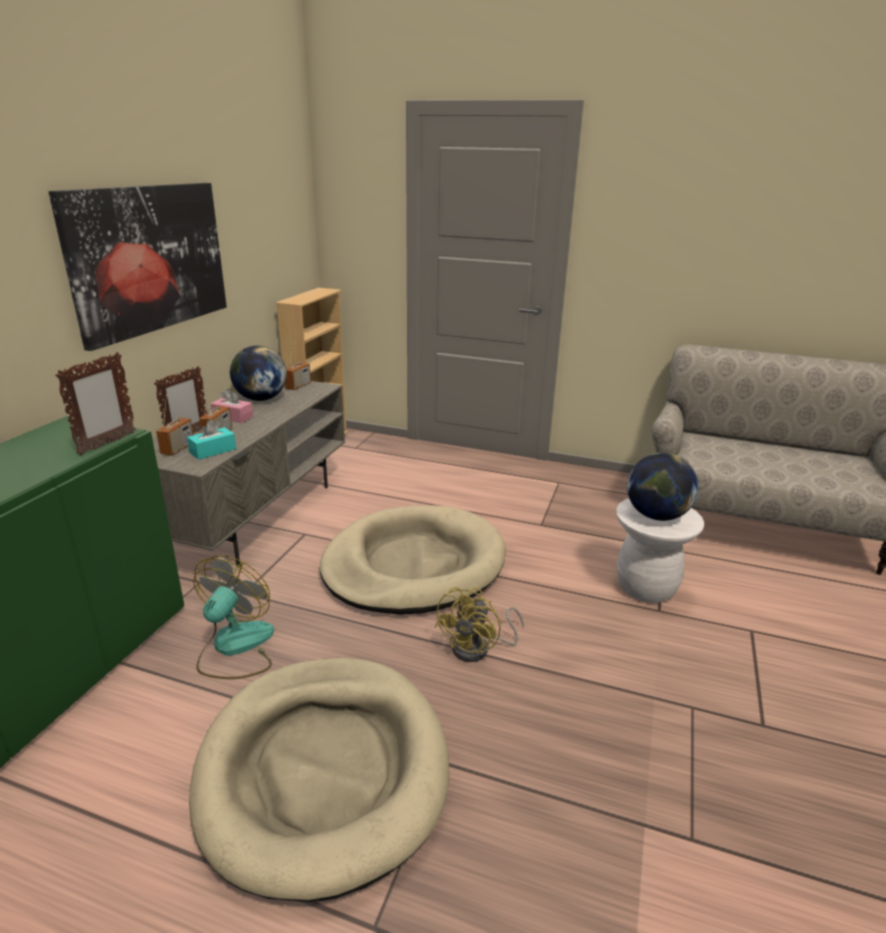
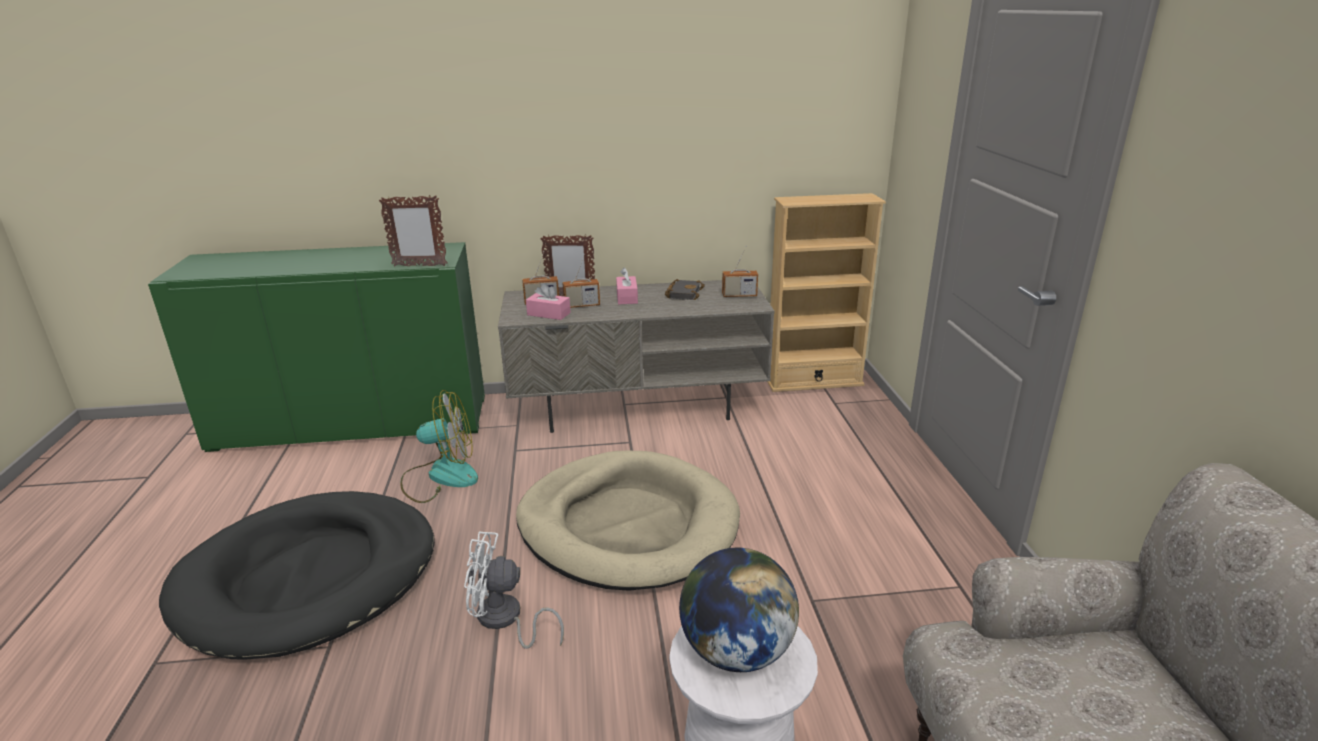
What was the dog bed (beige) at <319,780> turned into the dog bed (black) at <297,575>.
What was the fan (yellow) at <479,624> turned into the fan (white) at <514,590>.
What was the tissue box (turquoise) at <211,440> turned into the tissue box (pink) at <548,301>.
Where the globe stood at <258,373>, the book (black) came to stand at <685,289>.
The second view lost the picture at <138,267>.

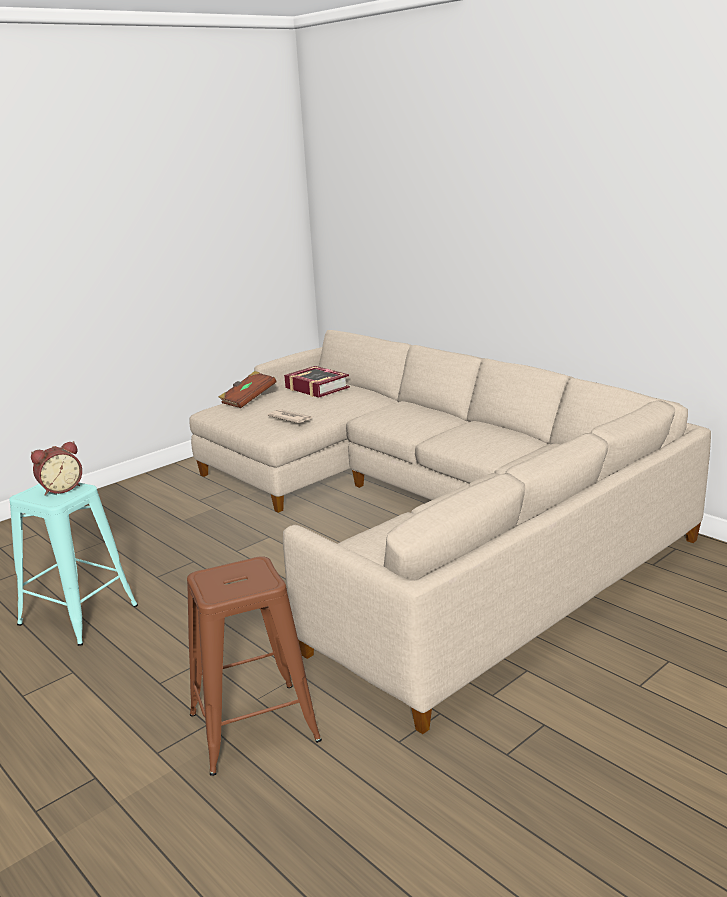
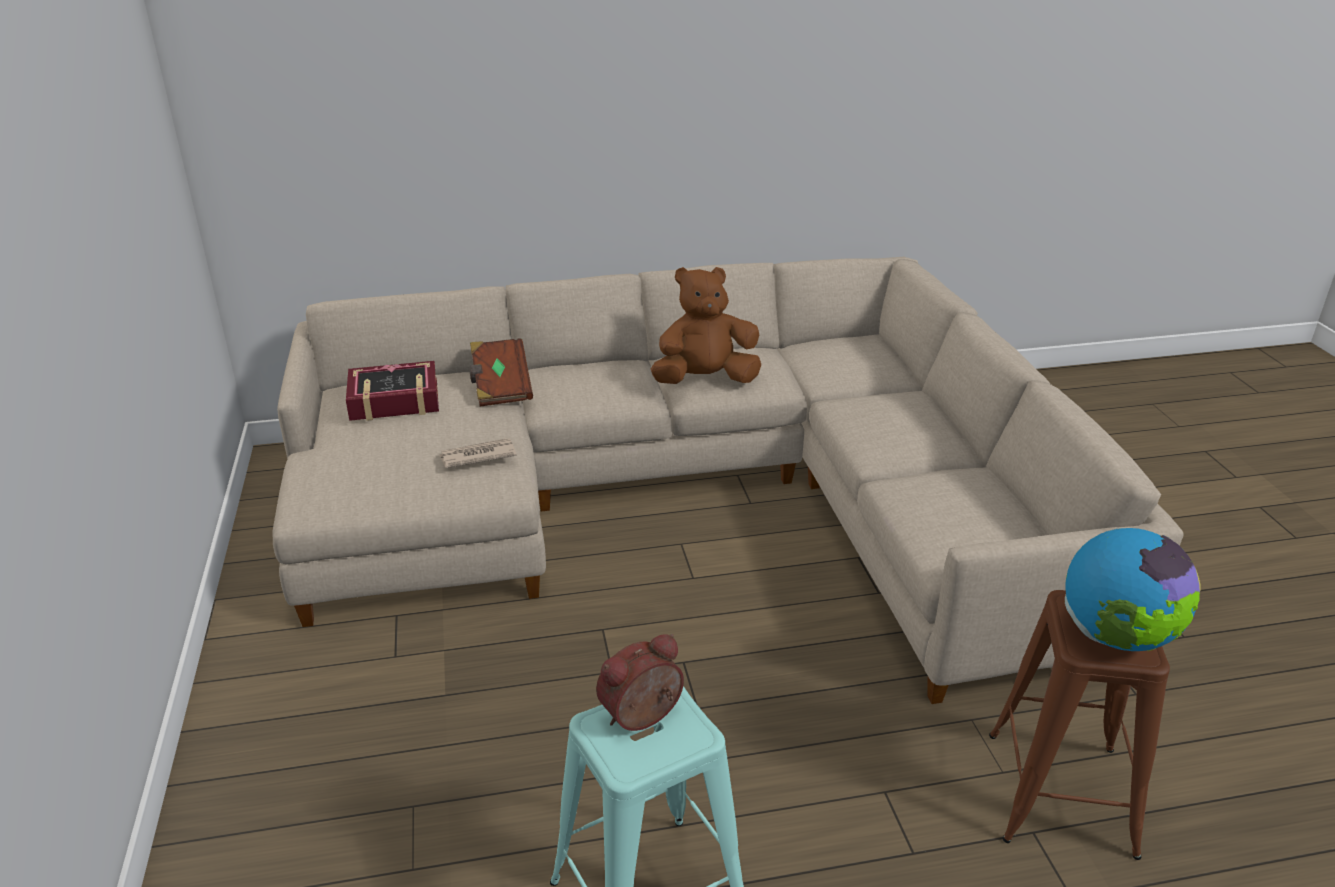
The book (brown) ended up elsewhere, having gone from <248,389> to <501,372>.
The alarm clock at <56,468> ended up facing another way, 120 degrees counterclockwise from before.
The second view gained the plush toy (brown) at <706,325>.
The second view gained the globe at <1132,589>.

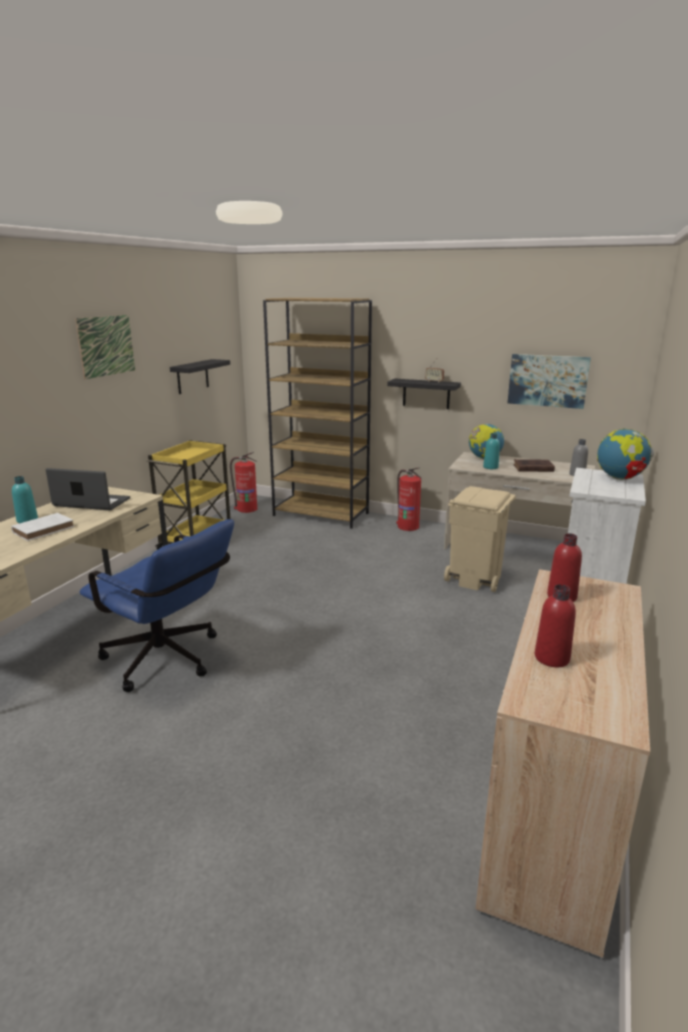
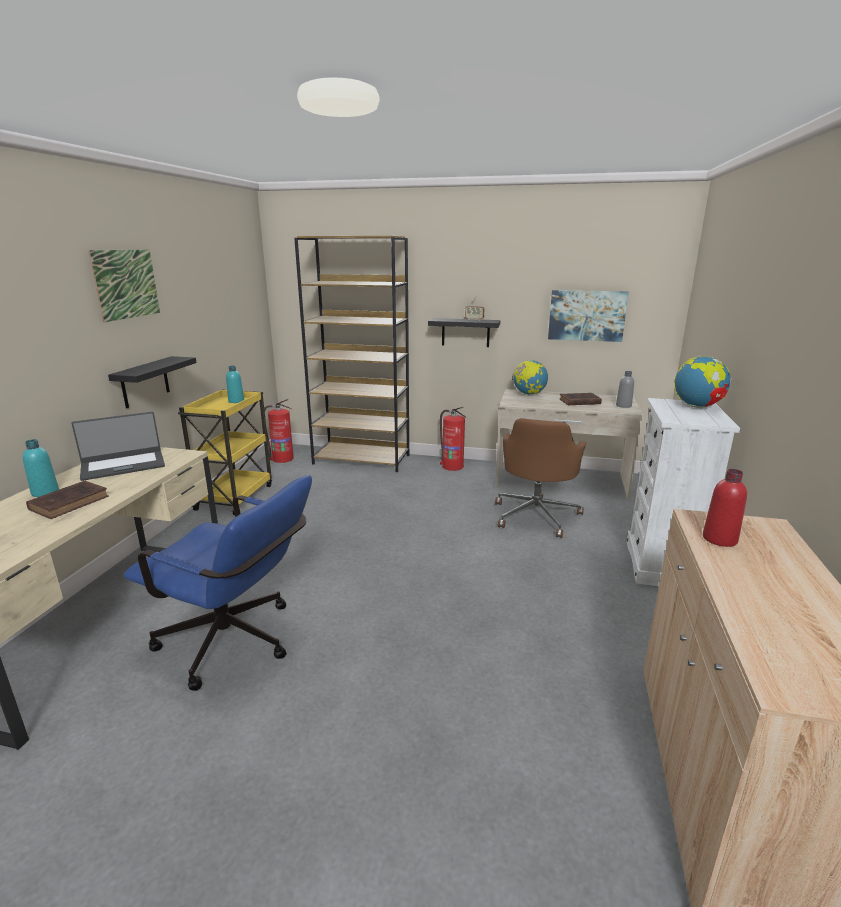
What was the book (white) at <42,527> turned into the book (brown) at <67,500>.
The laptop at <88,489> ended up facing another way, 150 degrees clockwise from before.
The shelf (black) ended up elsewhere, having gone from <200,376> to <152,382>.
The bottle (turquoise) ended up elsewhere, having gone from <491,451> to <235,384>.
Where the trash can (beige) stood at <480,539>, the office chair (brown) came to stand at <540,478>.
The second view lost the bottle (red) at <555,625>.

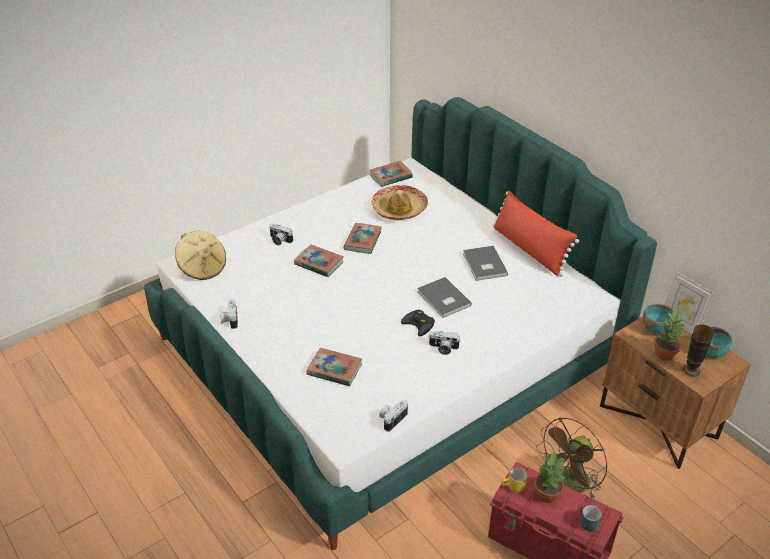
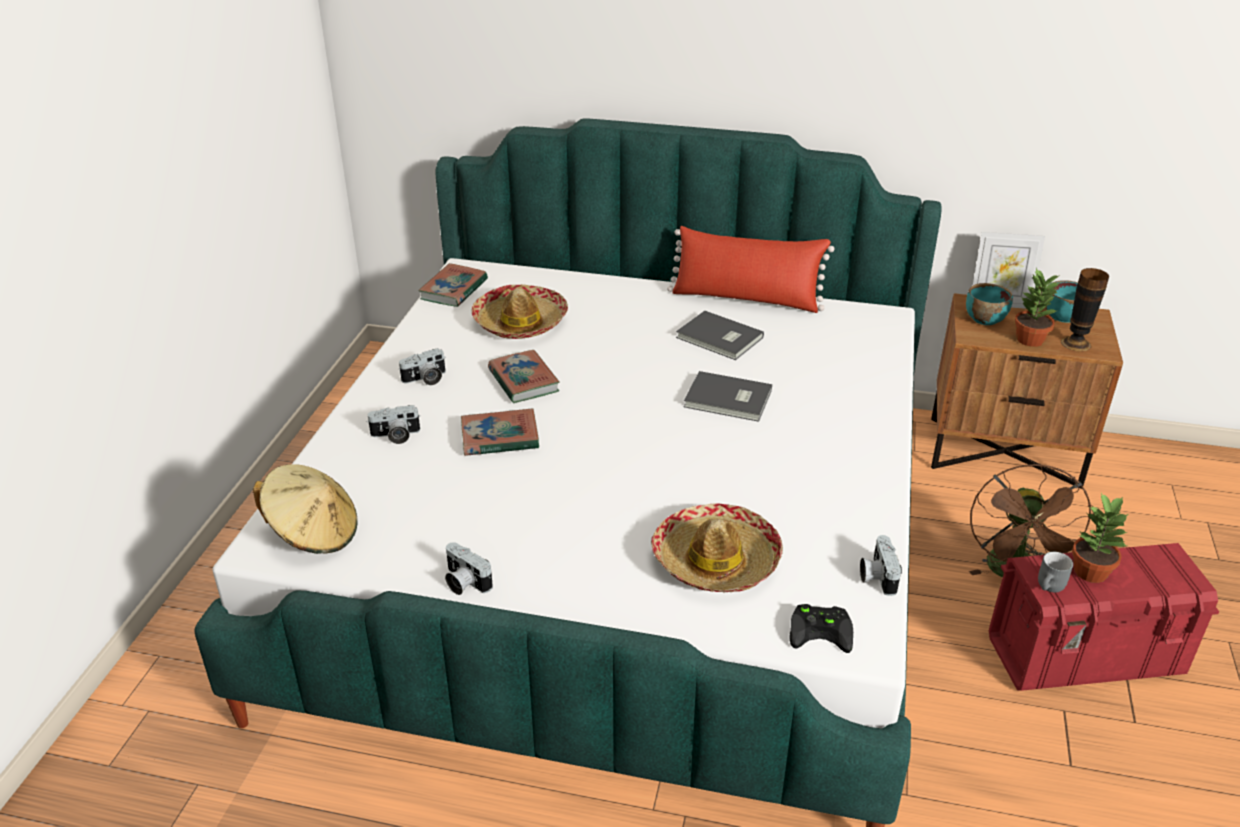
The photo camera ended up elsewhere, having gone from <445,343> to <422,366>.
Where the book stood at <334,367>, the hat came to stand at <717,547>.
The game controller (black) ended up elsewhere, having gone from <418,323> to <821,628>.
What was the mug (yellow) at <514,480> turned into the mug (grey) at <1055,572>.
The second view lost the mug (turquoise) at <591,518>.

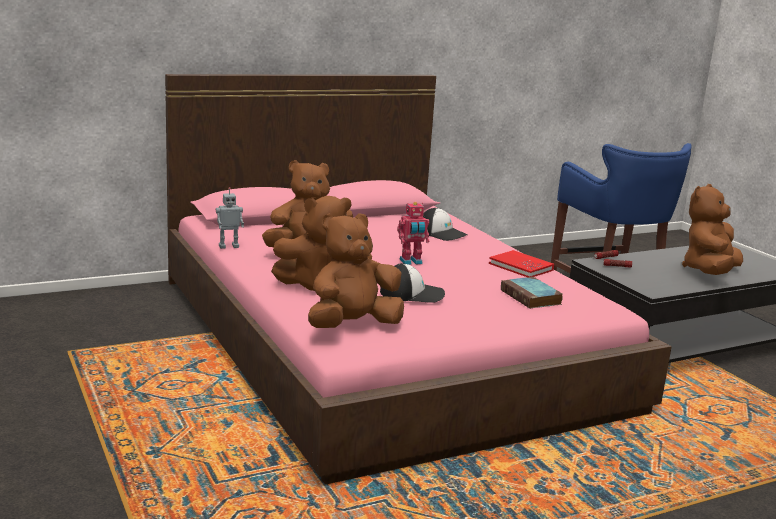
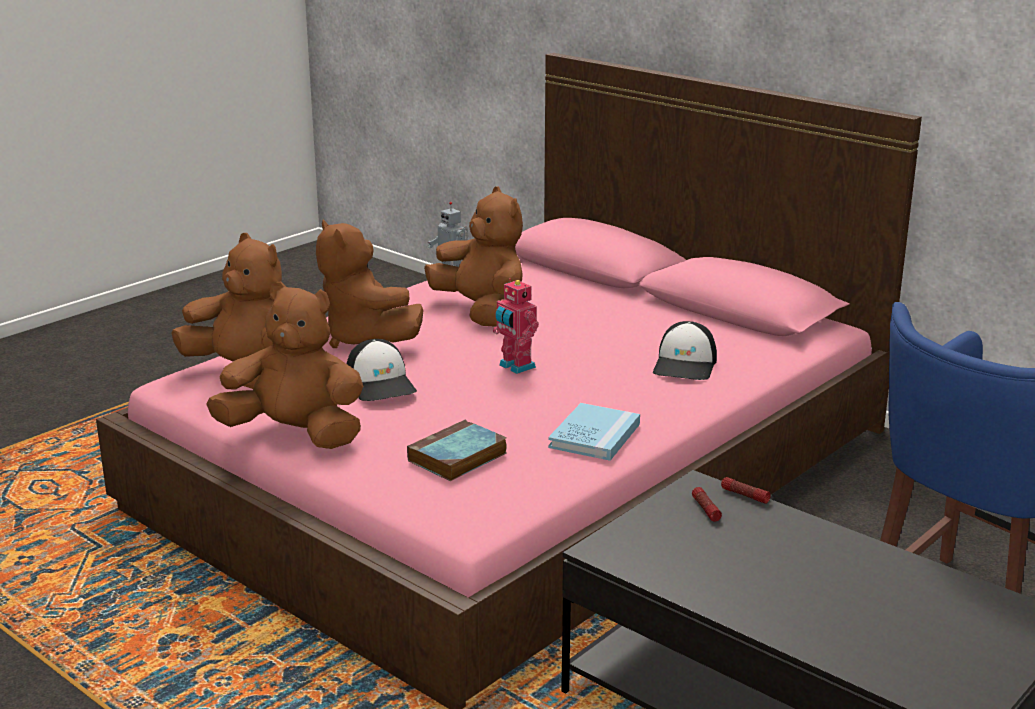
The plush toy (brown) ended up elsewhere, having gone from <712,229> to <284,365>.
What was the book (red) at <521,263> turned into the book (blue) at <594,432>.

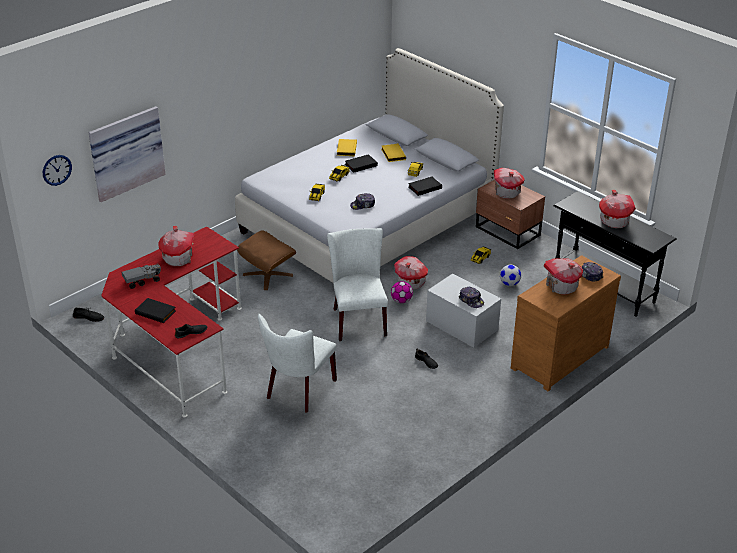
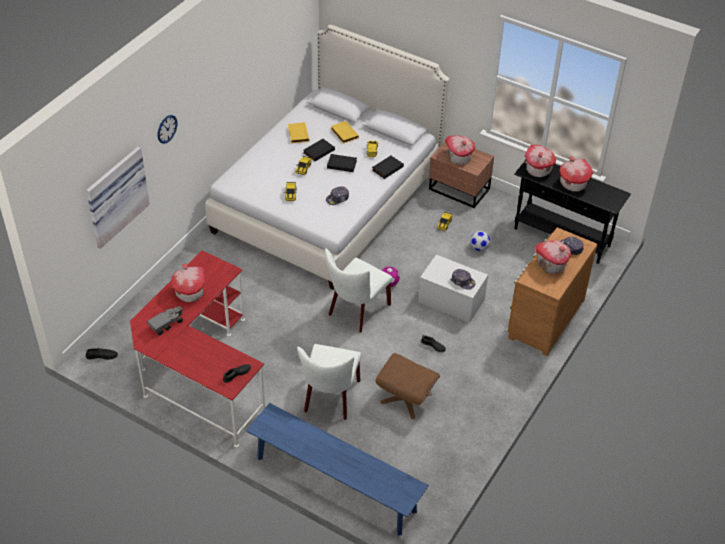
The wall clock ended up elsewhere, having gone from <57,170> to <167,129>.
The second view gained the bench (blue) at <337,469>.
The chair (white) at <357,284> ended up facing another way, 120 degrees counterclockwise from before.
The book (black) ended up elsewhere, having gone from <155,310> to <342,163>.
The ottoman (brown) ended up elsewhere, having gone from <266,260> to <407,386>.
The toy house ended up elsewhere, having gone from <411,273> to <540,161>.

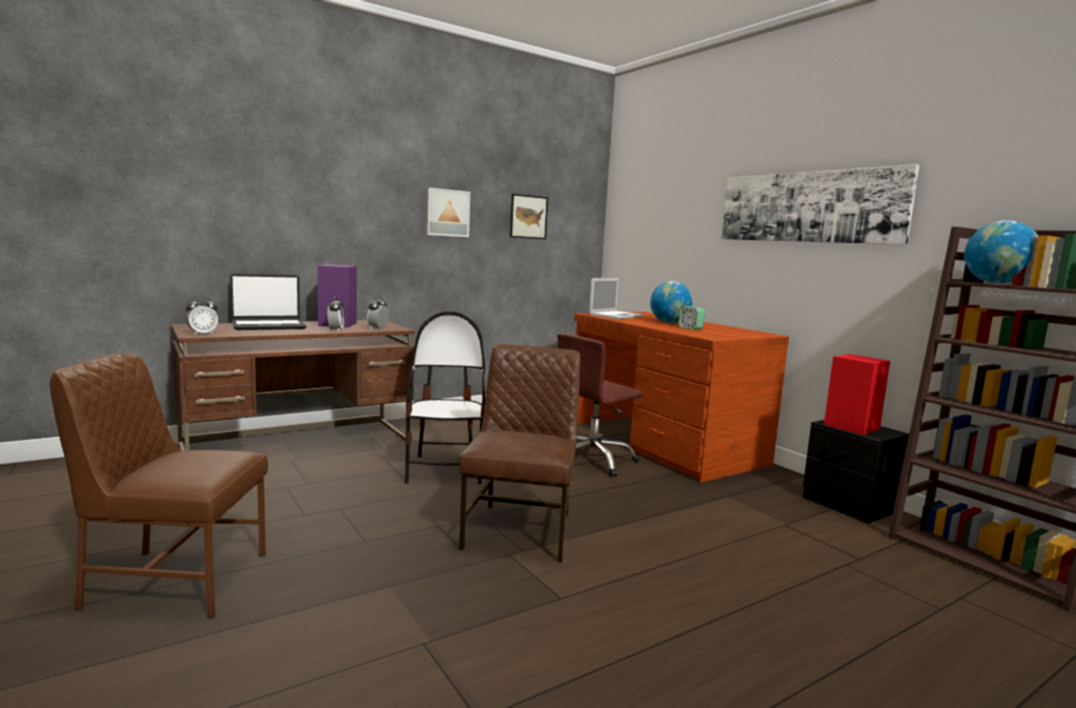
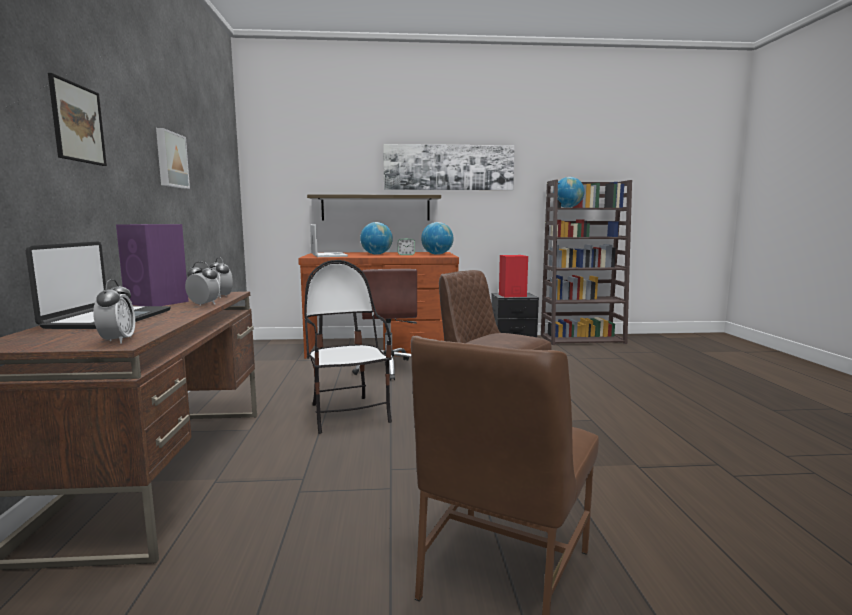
The picture ended up elsewhere, having gone from <529,216> to <77,119>.
The chair at <445,397> ended up facing another way, 45 degrees clockwise from before.
The second view gained the shelf at <374,207>.
The second view gained the globe at <437,238>.

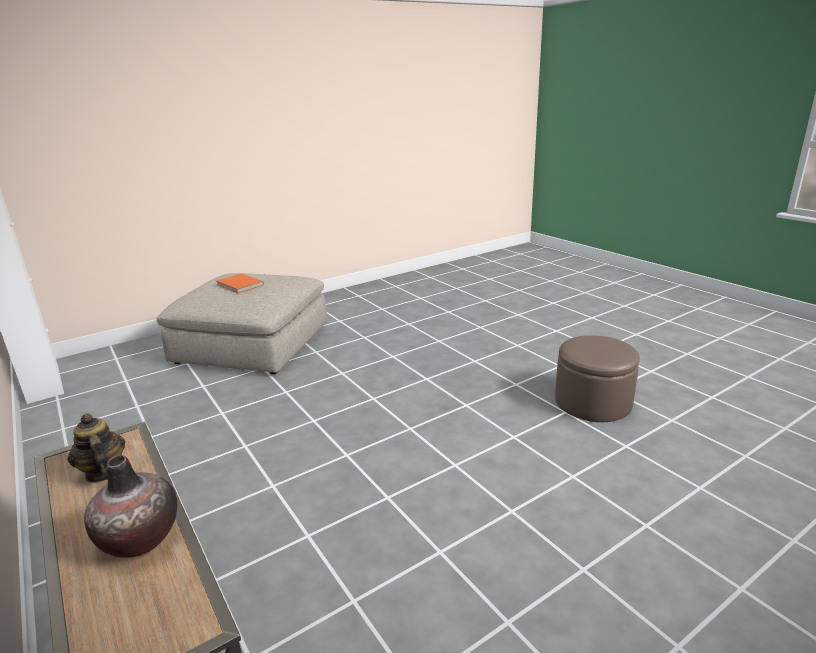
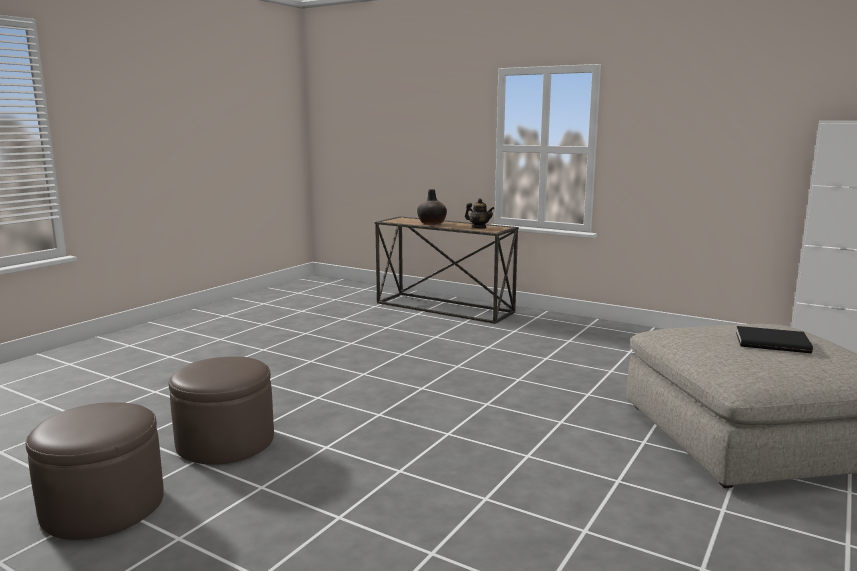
The second view gained the ottoman (brown) at <95,471>.
What was the book (orange) at <240,283> turned into the book (black) at <774,339>.

